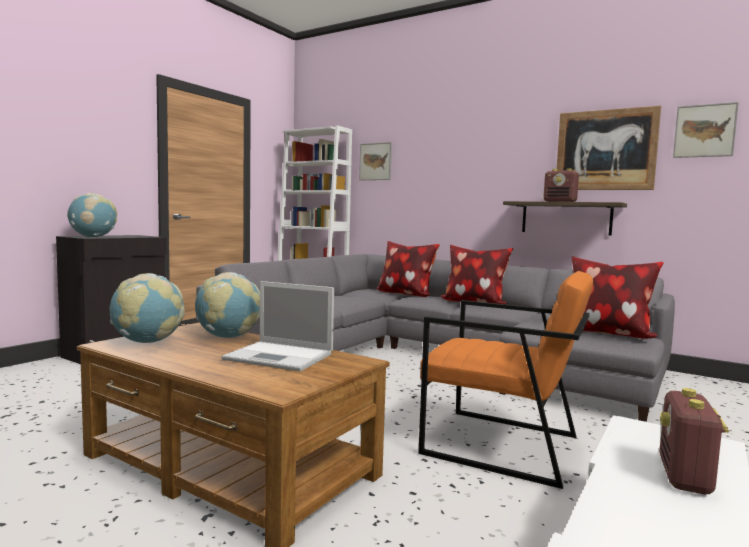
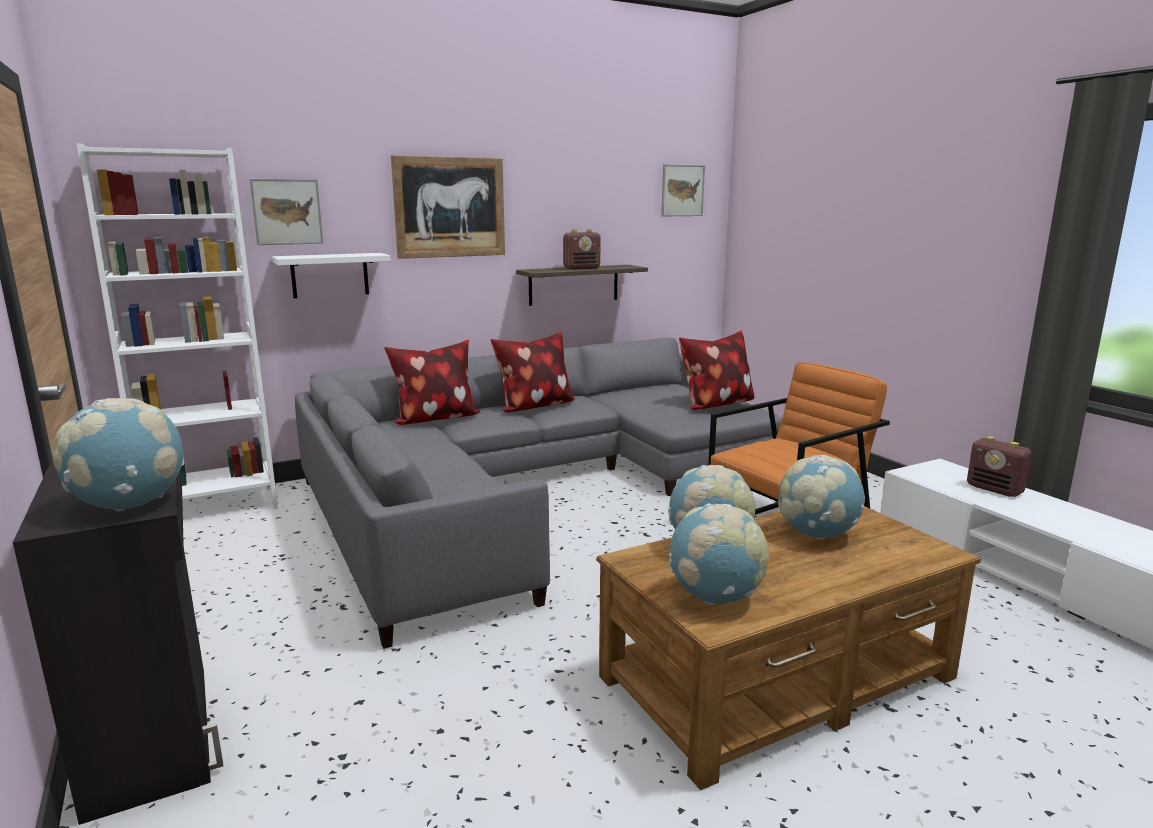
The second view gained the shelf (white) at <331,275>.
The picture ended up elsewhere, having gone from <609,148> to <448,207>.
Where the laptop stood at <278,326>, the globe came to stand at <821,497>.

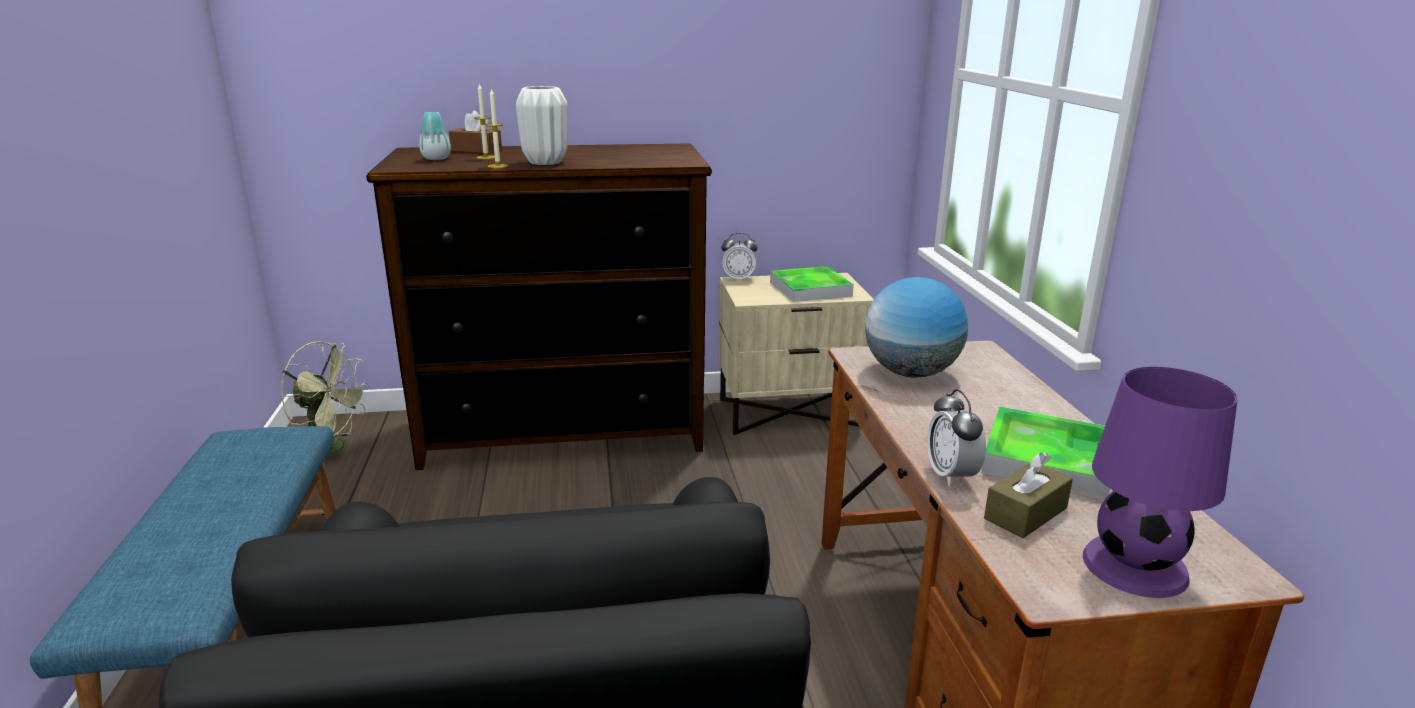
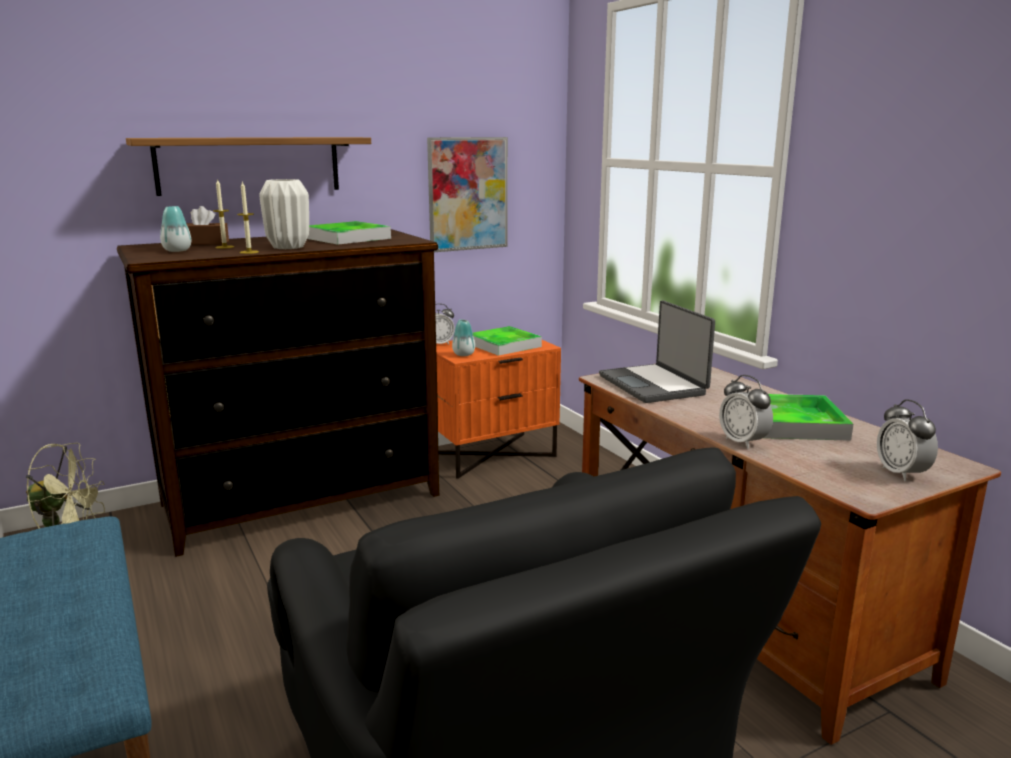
The second view gained the shelf at <248,166>.
The second view gained the tray at <349,233>.
The second view gained the picture at <467,194>.
What was the nightstand (beige) at <796,354> turned into the nightstand (orange) at <498,409>.
The second view gained the vase at <463,337>.
Where the globe stood at <916,327>, the laptop came to stand at <657,351>.
Where the table lamp (purple) stood at <1160,482>, the alarm clock came to stand at <907,440>.
The second view lost the tissue box (brown) at <1028,495>.

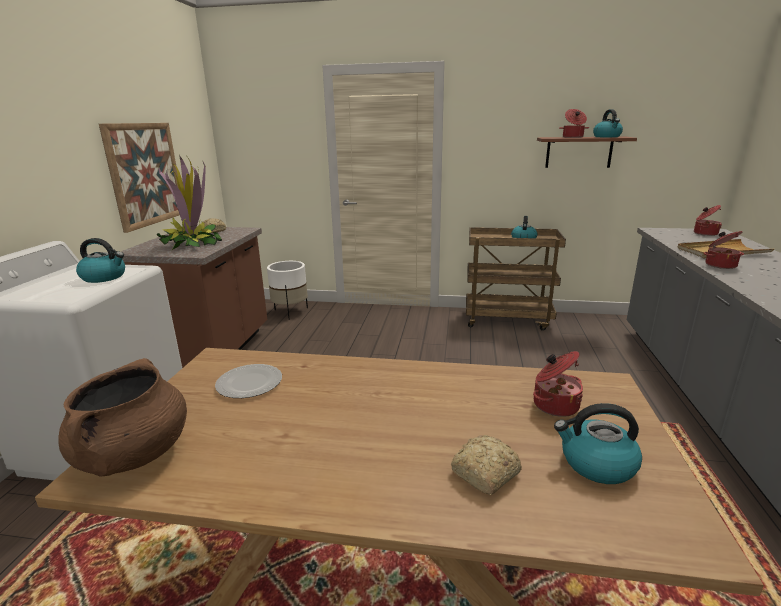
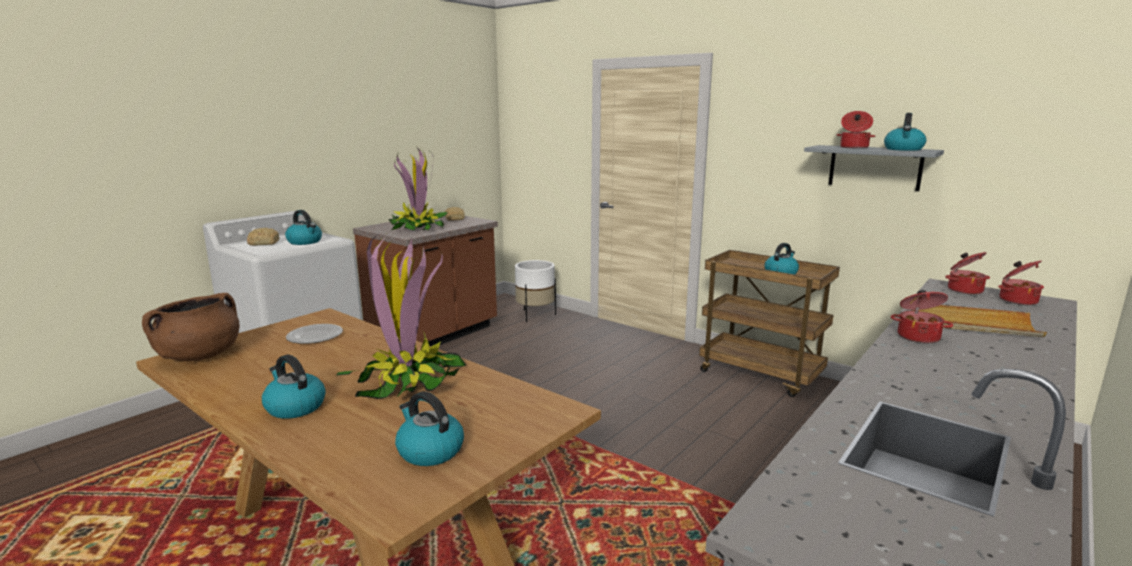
The bread ended up elsewhere, having gone from <486,465> to <263,237>.
The second view gained the kettle at <294,387>.
The second view gained the potted plant at <400,316>.
What was the shelf (brown) at <587,152> turned into the shelf (grey) at <874,168>.
The cooking pot ended up elsewhere, having gone from <558,384> to <967,273>.
The second view lost the picture at <139,178>.

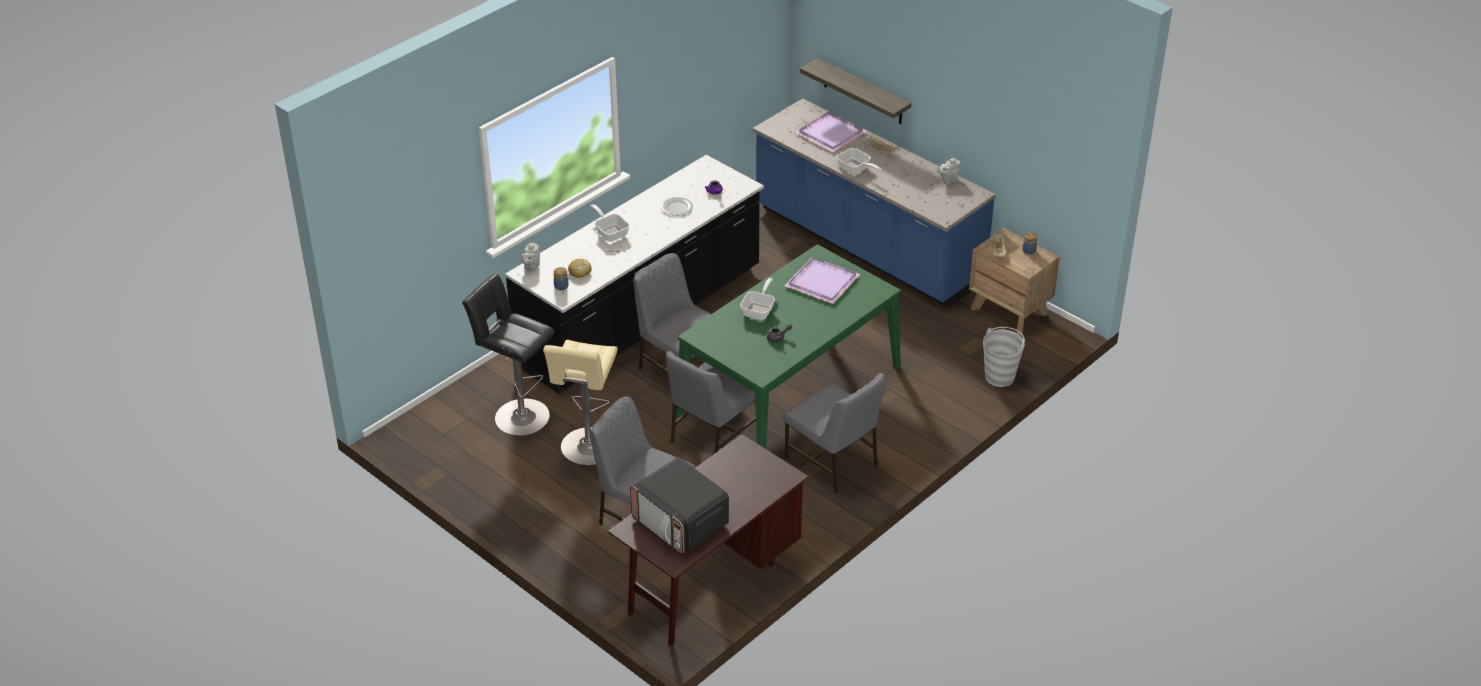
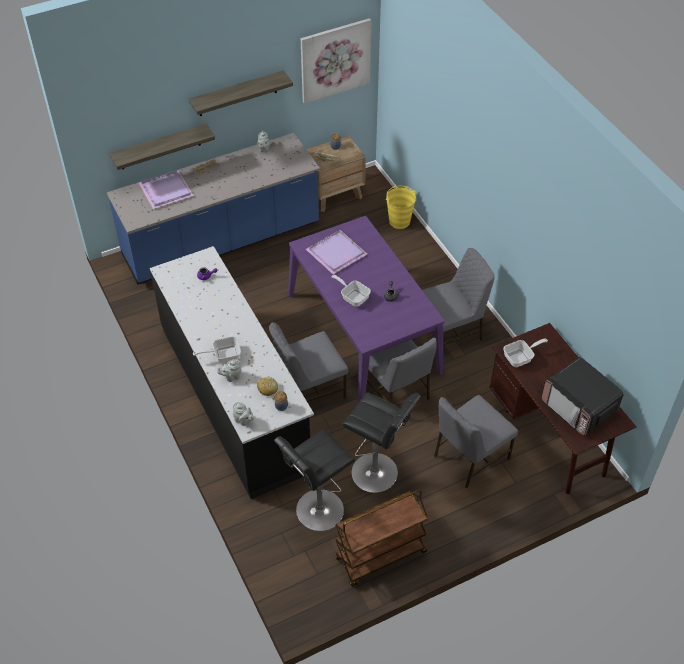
The second view gained the shelf at <241,93>.
The second view gained the teapot (grey) at <229,370>.
What was the dining table (green) at <788,346> turned into the dining table (purple) at <366,309>.
The second view gained the picture at <336,61>.
The second view gained the cart (brown) at <382,538>.
What was the stool (beige) at <580,402> turned into the stool (black) at <381,443>.
What was the bucket (grey) at <1004,357> turned into the bucket (yellow) at <401,207>.
The frying pan ended up elsewhere, having gone from <859,161> to <525,352>.
The microwave at <679,505> ended up facing another way, 75 degrees clockwise from before.
The second view lost the plate at <677,206>.

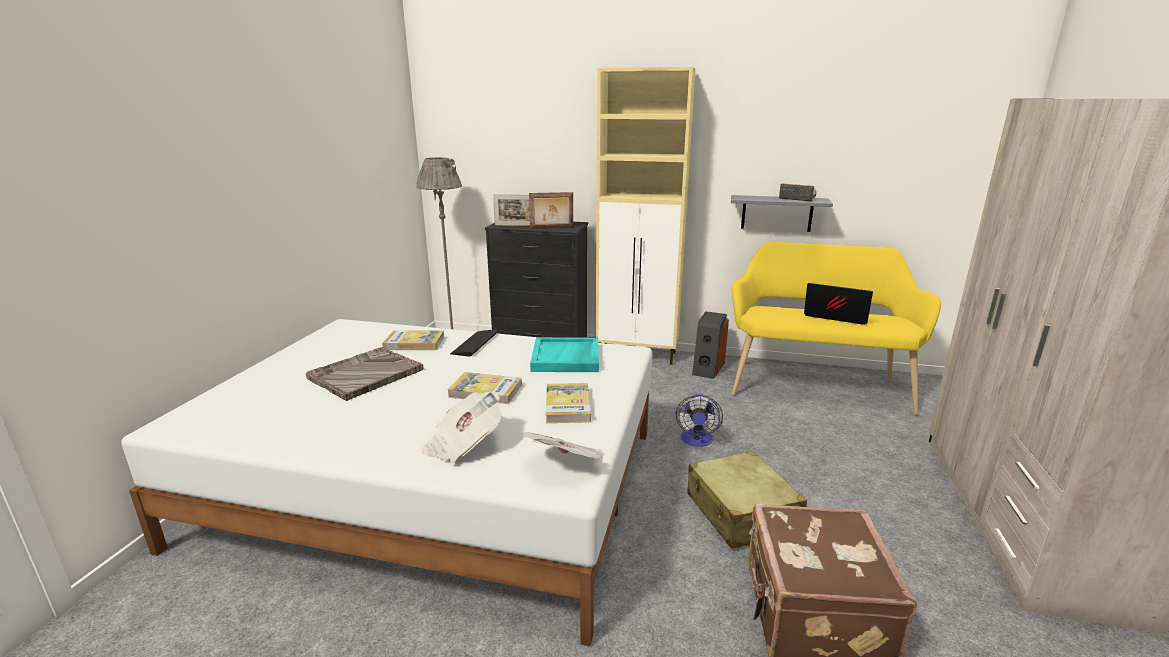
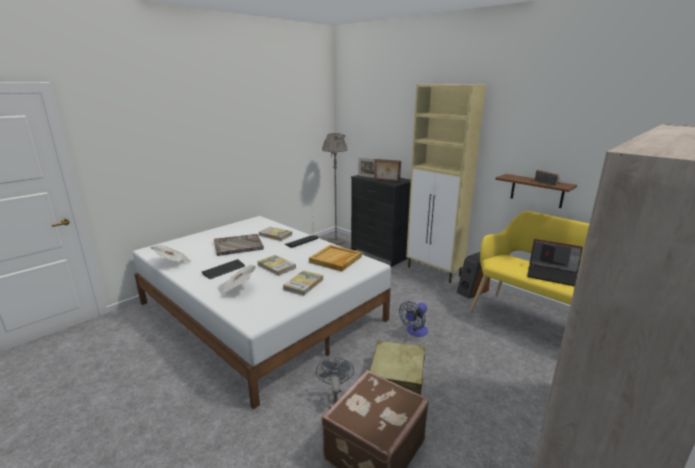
The newspaper ended up elsewhere, having gone from <563,446> to <171,254>.
The second view gained the keyboard at <223,269>.
What was the tray (turquoise) at <564,354> turned into the tray (beige) at <335,258>.
The second view gained the fan (grey) at <335,383>.
What was the shelf (grey) at <782,213> turned into the shelf (brown) at <536,191>.
The laptop at <838,304> ended up facing another way, 150 degrees clockwise from before.

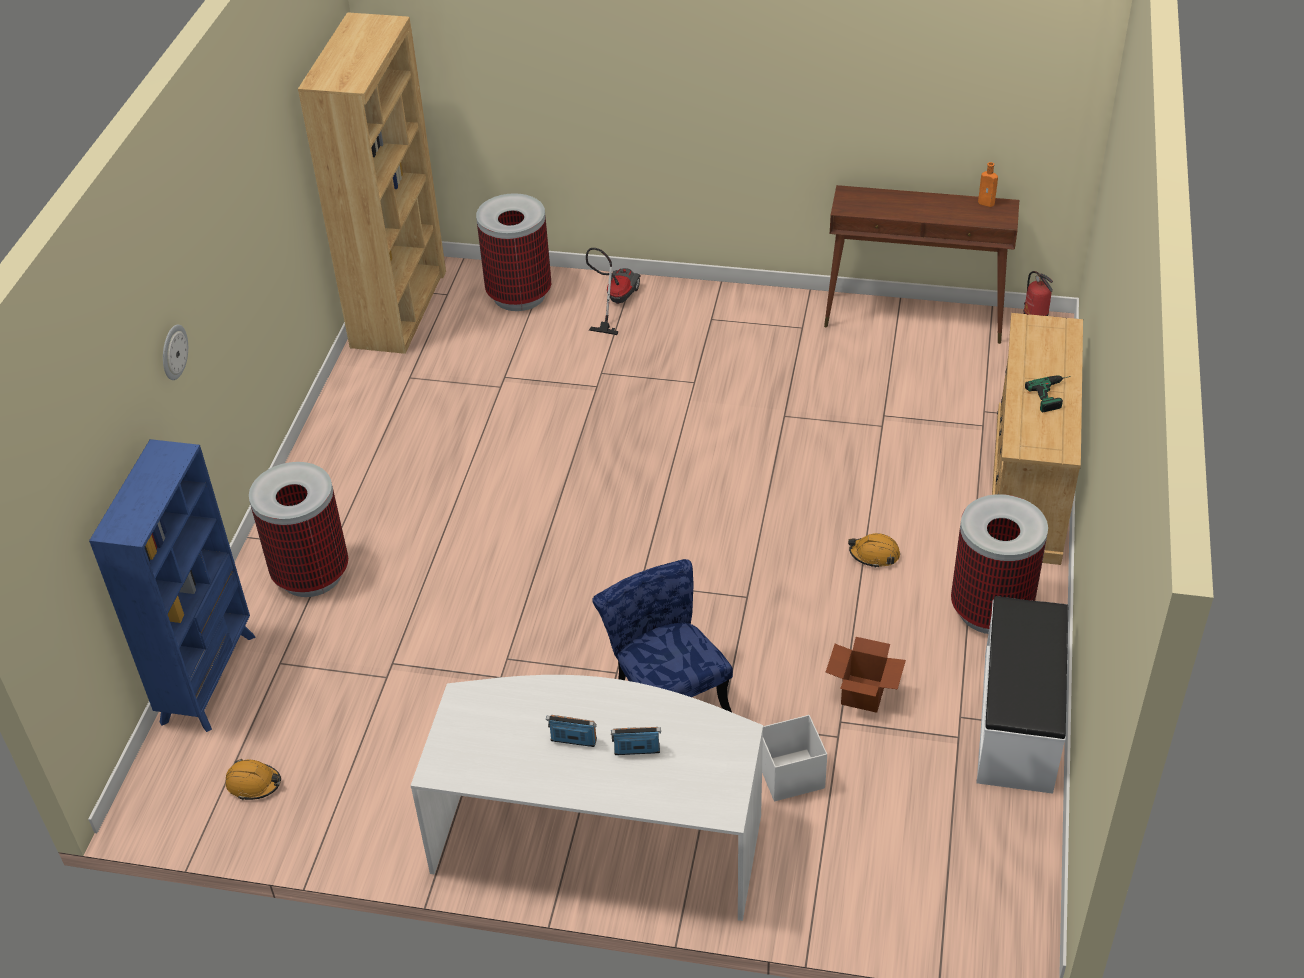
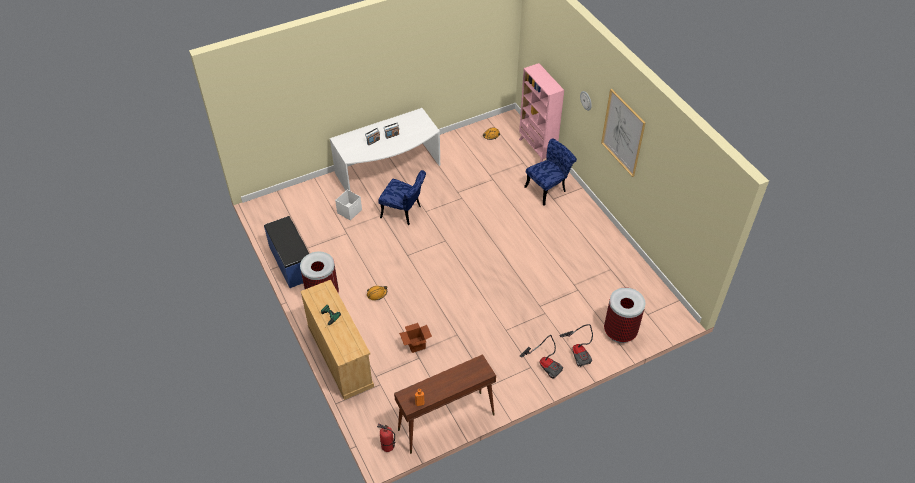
What was the bench (white) at <1022,695> turned into the bench (blue) at <286,252>.
The cardboard box ended up elsewhere, having gone from <866,675> to <415,338>.
What was the bookcase (blue) at <172,585> turned into the bookcase (pink) at <541,112>.
The second view gained the vacuum cleaner at <541,357>.
Where the trash can stood at <298,529>, the chair (blue) came to stand at <550,172>.
The second view gained the picture at <623,133>.
The second view lost the bookcase (brown) at <372,183>.

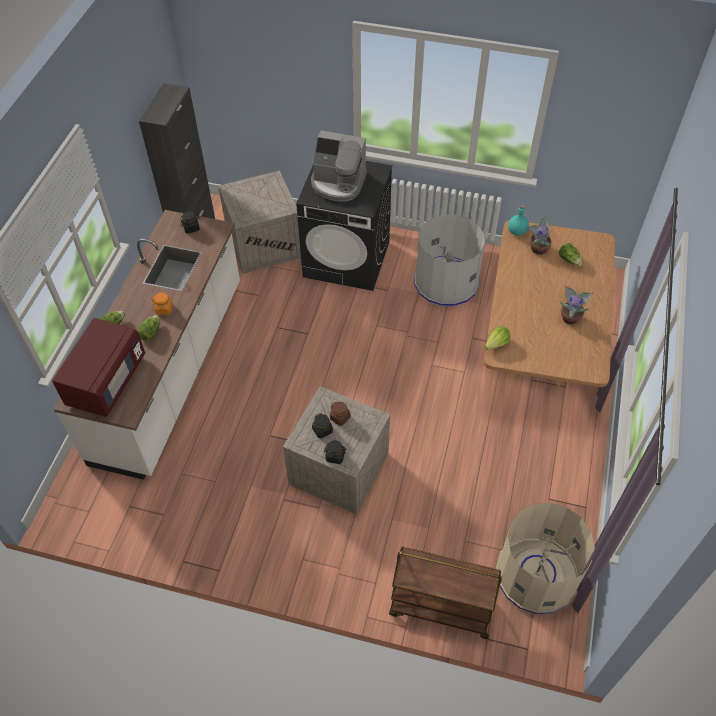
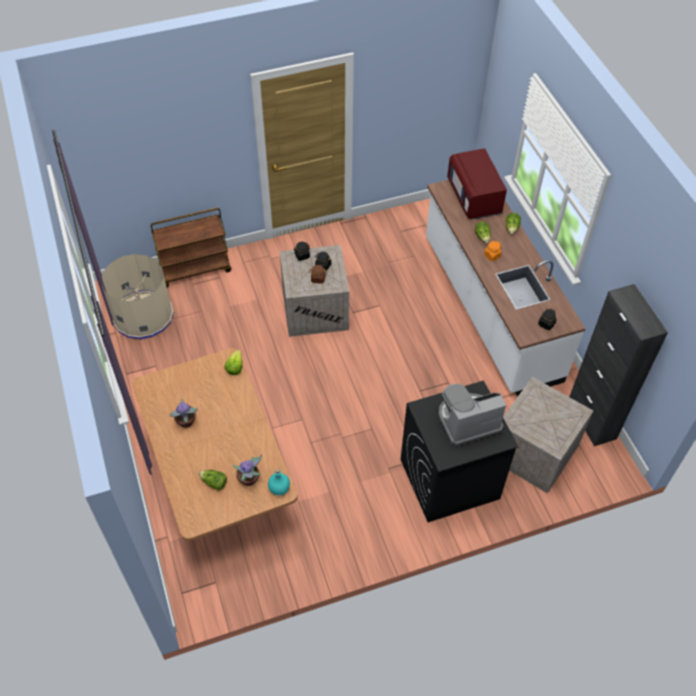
The second view lost the trash can (grey) at <449,260>.

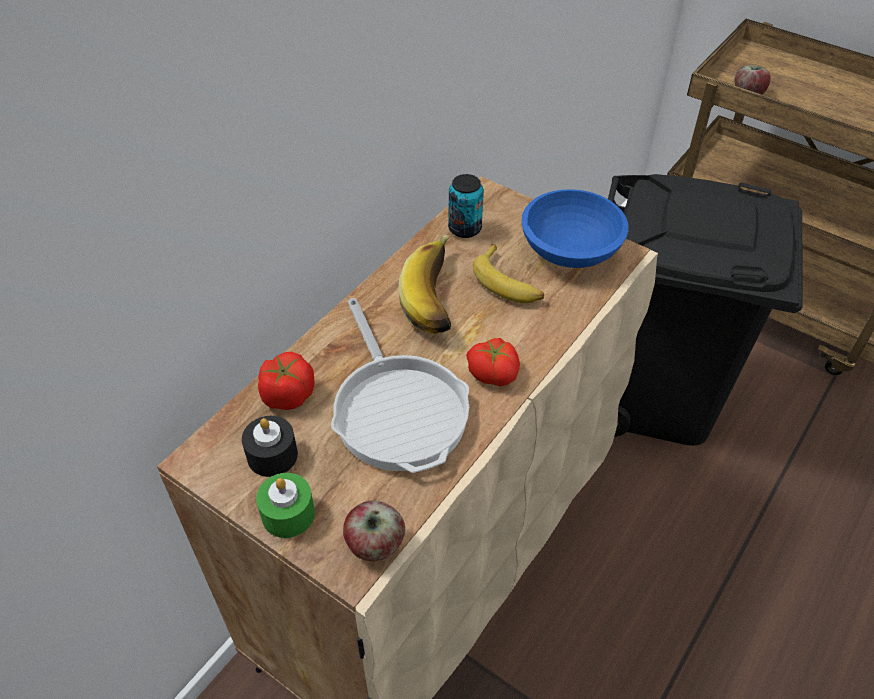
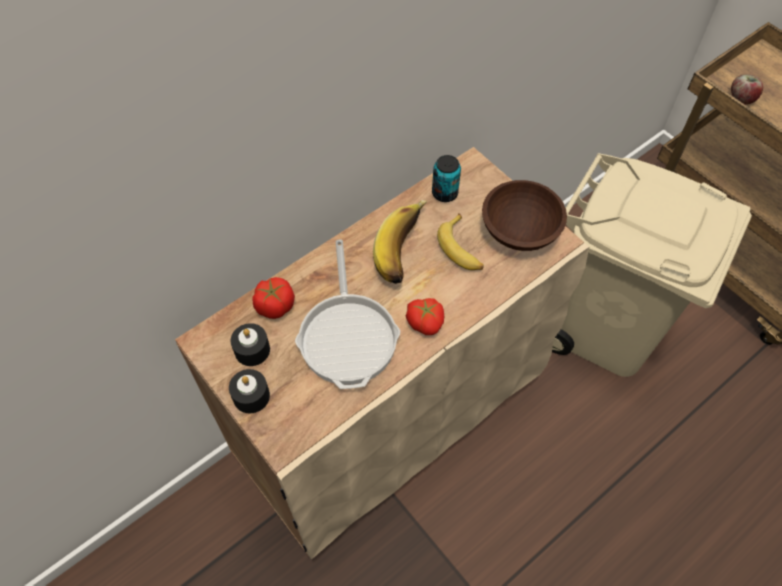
What was the candle (green) at <285,505> turned into the candle (black) at <249,391>.
What was the bowl (blue) at <574,228> turned into the bowl (brown) at <524,215>.
What was the trash can (black) at <705,310> turned into the trash can (beige) at <652,265>.
The second view lost the apple at <374,530>.

